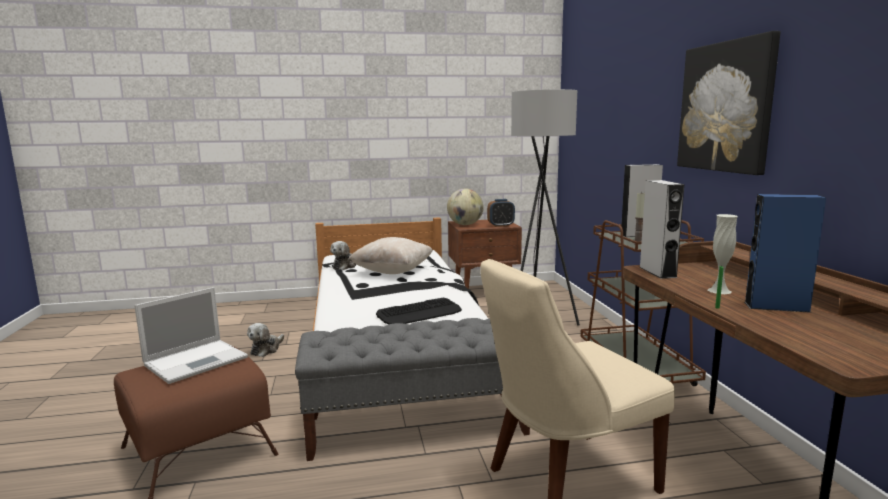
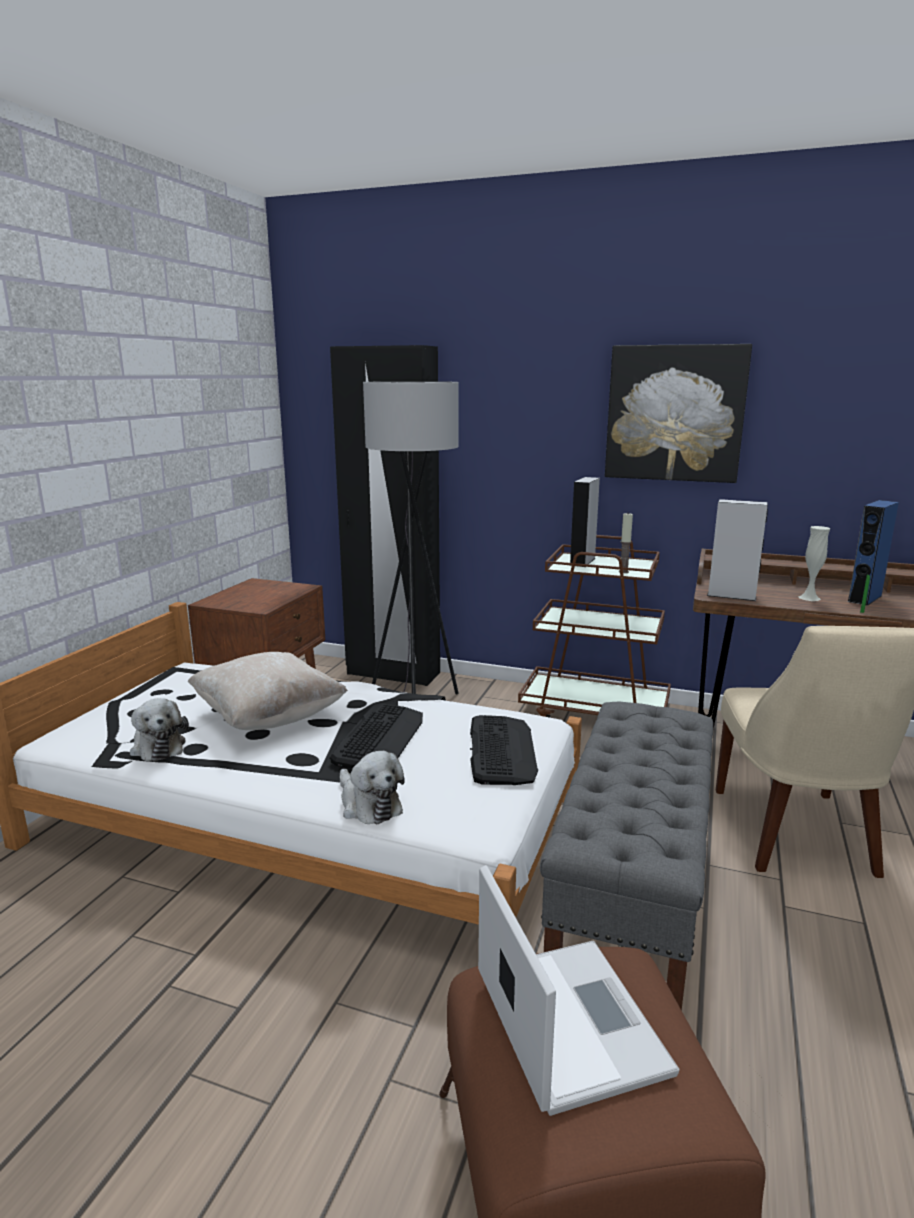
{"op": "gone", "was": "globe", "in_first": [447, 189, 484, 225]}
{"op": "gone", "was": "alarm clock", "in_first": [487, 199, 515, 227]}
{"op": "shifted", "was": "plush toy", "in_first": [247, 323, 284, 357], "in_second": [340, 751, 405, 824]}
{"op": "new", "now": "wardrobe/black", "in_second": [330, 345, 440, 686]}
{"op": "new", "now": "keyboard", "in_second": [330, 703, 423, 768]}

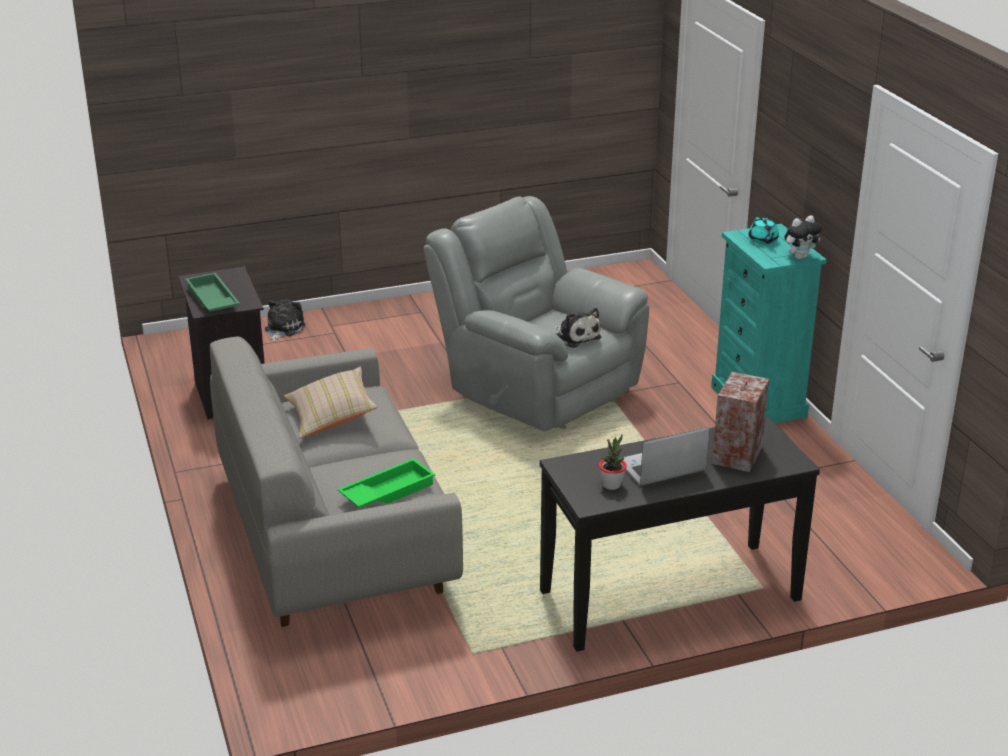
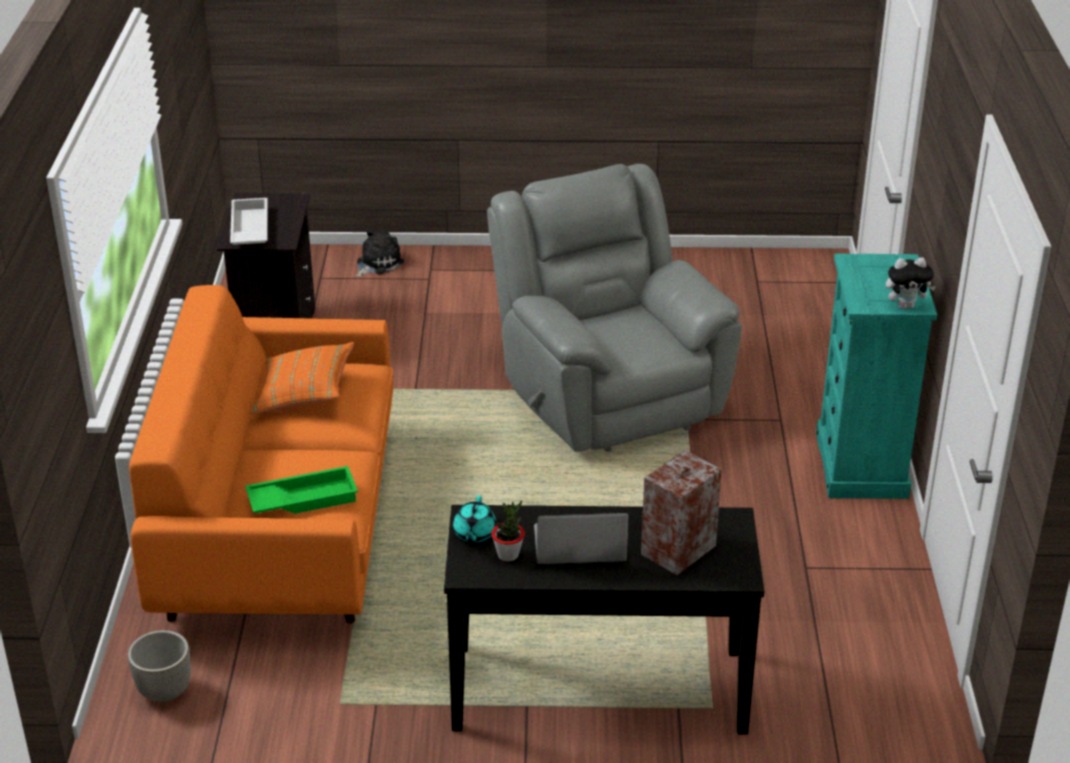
{"op": "shifted", "was": "teapot/turquoise", "in_first": [748, 217, 779, 244], "in_second": [453, 495, 497, 543]}
{"op": "repainted", "was": "tray/green", "now": "tray/white", "in_first": [185, 273, 240, 312], "in_second": [230, 198, 267, 245]}
{"op": "gone", "was": "plush toy", "in_first": [554, 308, 602, 348]}
{"op": "repainted", "was": "sofa/grey", "now": "sofa/orange", "in_first": [210, 336, 463, 627], "in_second": [129, 285, 393, 623]}
{"op": "repainted", "was": "pillow/beige", "now": "pillow/orange", "in_first": [284, 367, 378, 438], "in_second": [249, 342, 354, 415]}
{"op": "new", "now": "planter", "in_second": [128, 630, 191, 702]}

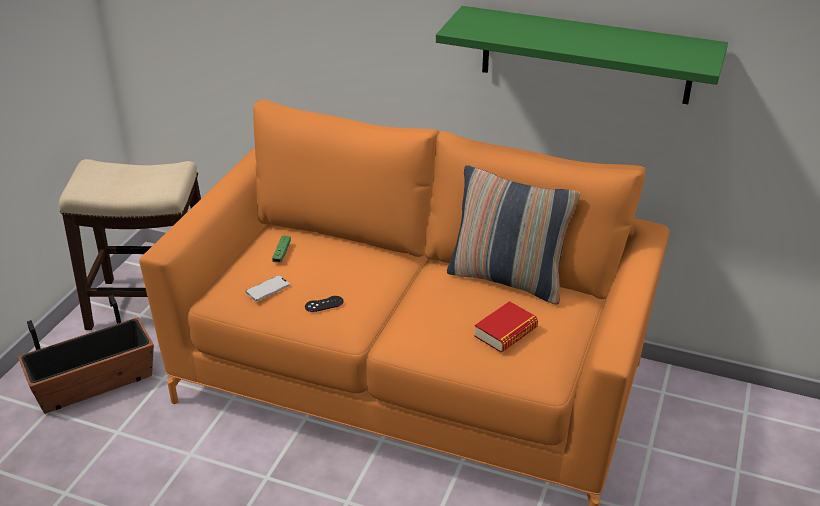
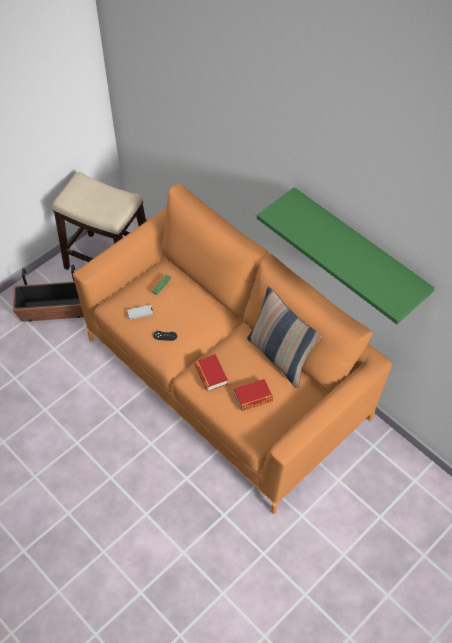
{"op": "new", "now": "book", "in_second": [195, 354, 228, 391]}

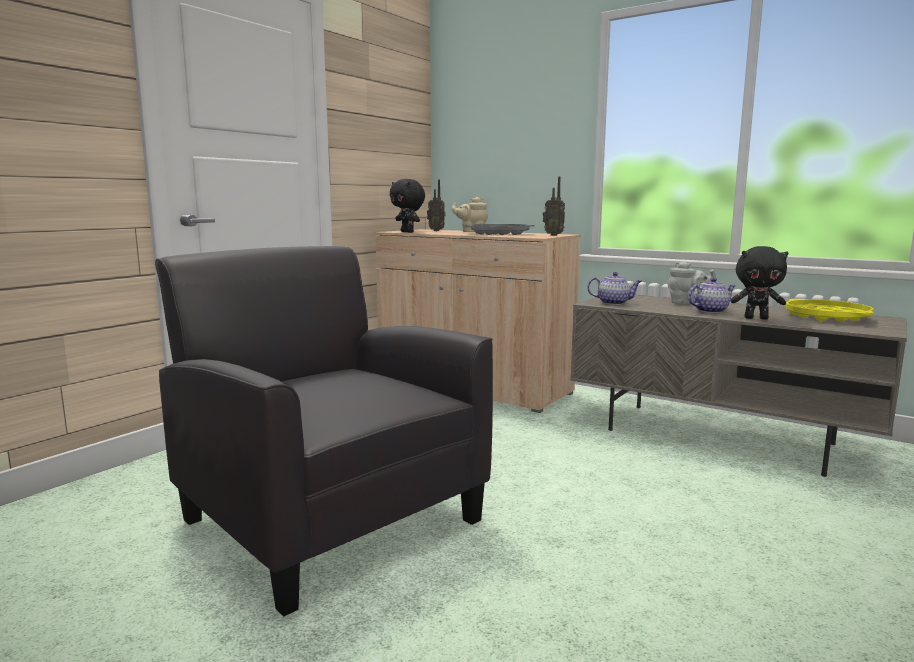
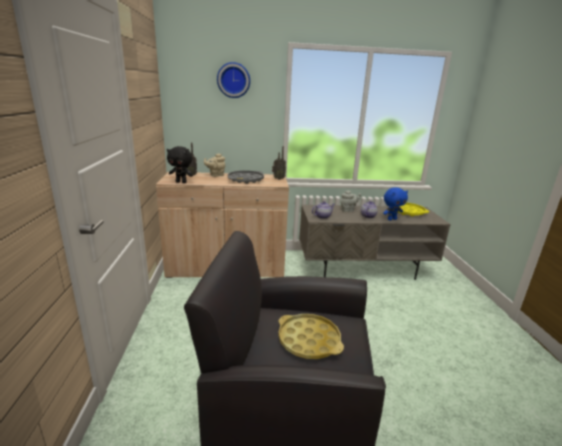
{"op": "repainted", "was": "plush toy/black", "now": "plush toy/blue", "in_first": [730, 246, 789, 319], "in_second": [383, 187, 408, 221]}
{"op": "new", "now": "wall clock", "in_second": [217, 62, 250, 98]}
{"op": "new", "now": "tray/yellow", "in_second": [278, 314, 344, 359]}

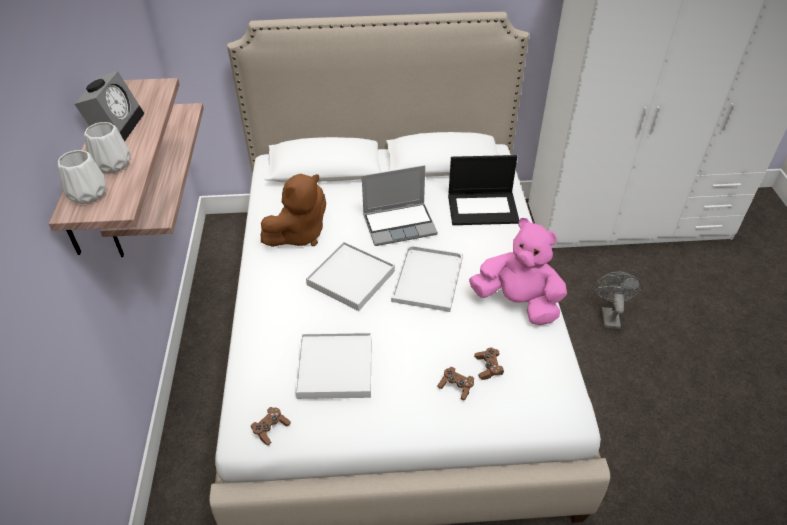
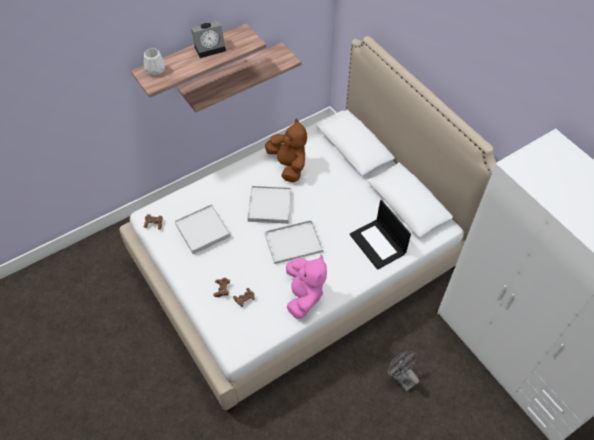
{"op": "gone", "was": "vase/white", "in_first": [84, 122, 130, 173]}
{"op": "gone", "was": "laptop", "in_first": [362, 165, 438, 246]}
{"op": "rotated", "was": "plush toy/brown", "in_first": [261, 174, 326, 247], "in_second": [265, 119, 307, 183], "clockwise": -135}
{"op": "rotated", "was": "fan/grey", "in_first": [593, 272, 642, 329], "in_second": [388, 351, 419, 392], "clockwise": -105}

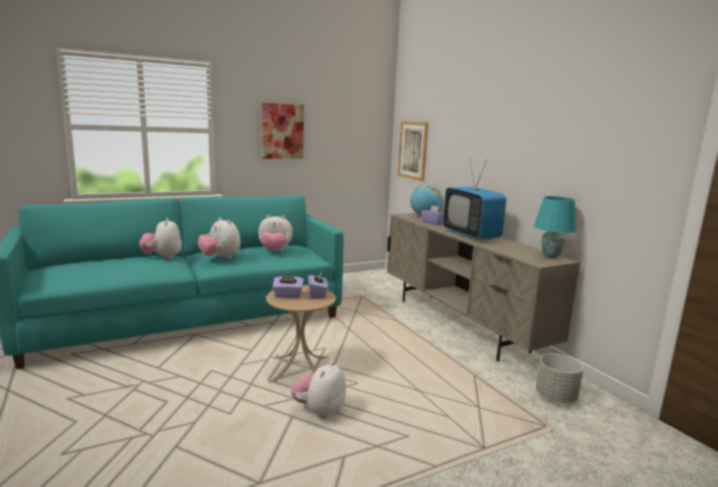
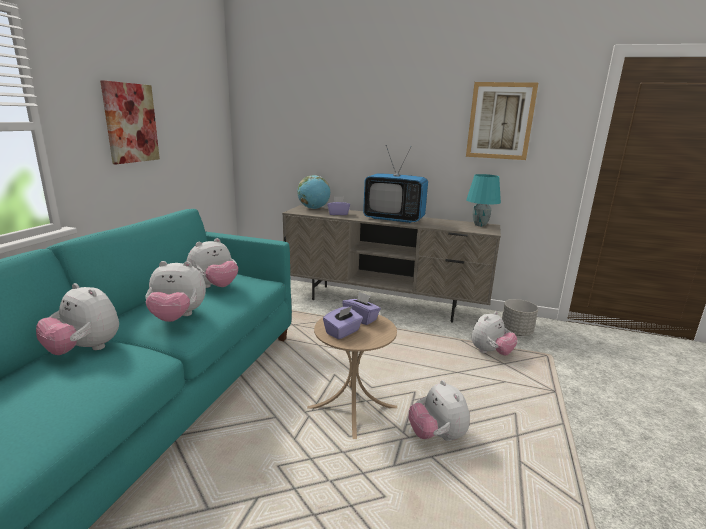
{"op": "shifted", "was": "picture", "in_first": [397, 121, 428, 181], "in_second": [466, 82, 538, 160]}
{"op": "new", "now": "plush toy", "in_second": [471, 311, 518, 356]}

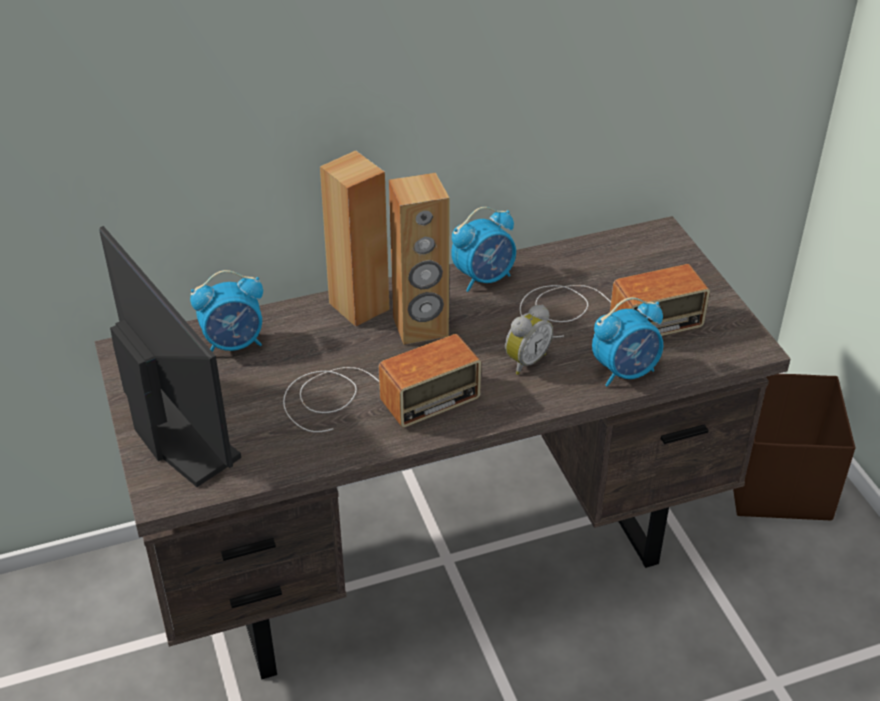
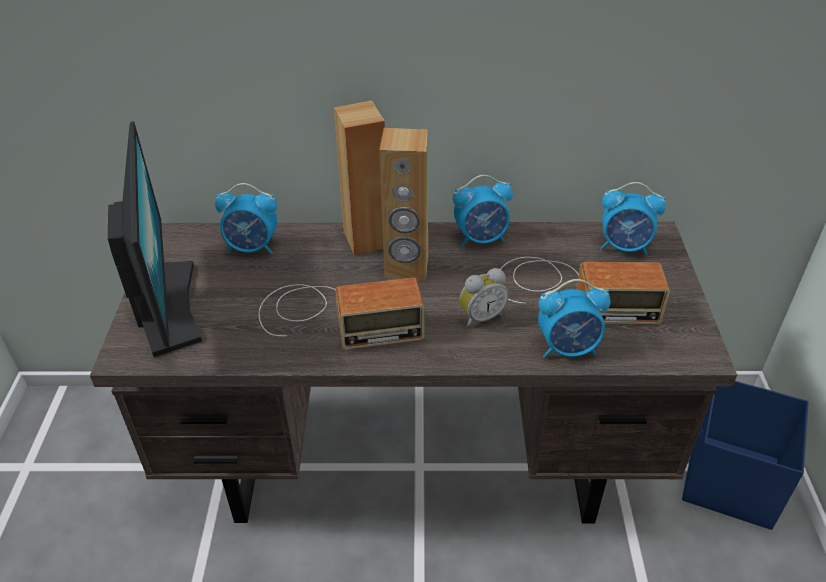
{"op": "repainted", "was": "storage box/brown", "now": "storage box/blue", "in_first": [733, 374, 855, 520], "in_second": [682, 381, 809, 530]}
{"op": "new", "now": "alarm clock", "in_second": [600, 182, 666, 256]}

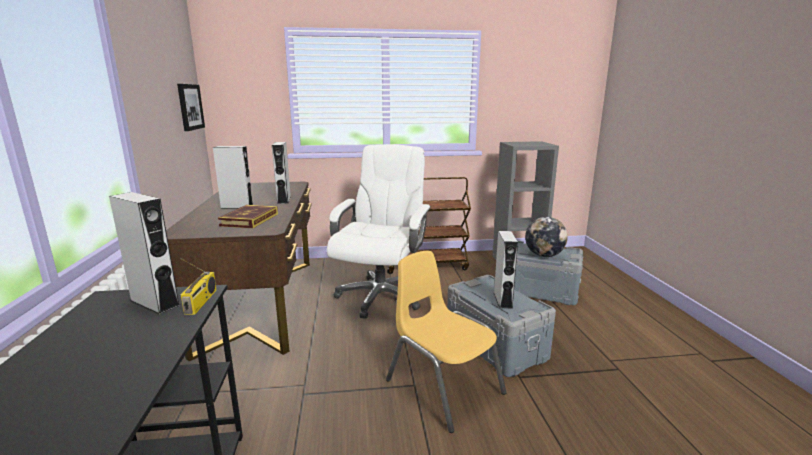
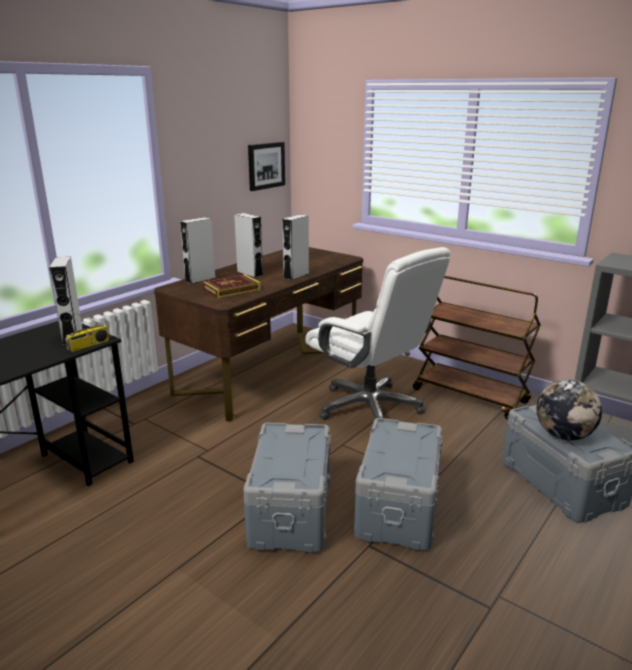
{"op": "rotated", "was": "office chair/white", "in_first": [327, 144, 431, 319], "in_second": [305, 247, 451, 420], "clockwise": 75}
{"op": "shifted", "was": "speaker/grey", "in_first": [494, 231, 518, 308], "in_second": [180, 217, 215, 284]}
{"op": "swapped", "was": "chair/yellow", "now": "storage box/grey", "in_first": [386, 251, 507, 433], "in_second": [243, 423, 331, 553]}

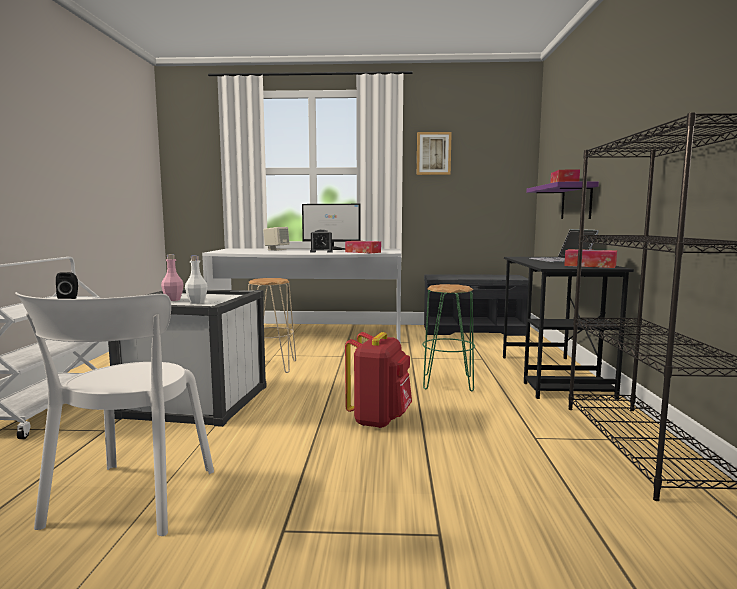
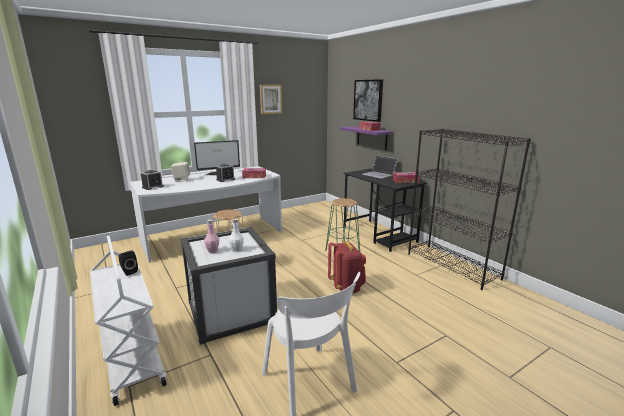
{"op": "gone", "was": "bench/grey", "in_first": [424, 274, 529, 336]}
{"op": "new", "now": "picture", "in_second": [353, 79, 383, 122]}
{"op": "new", "now": "alarm clock", "in_second": [141, 170, 164, 190]}

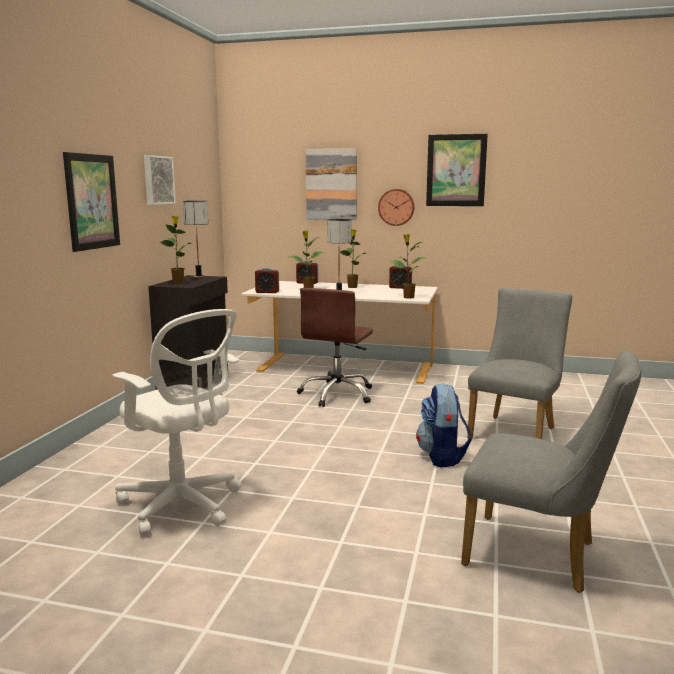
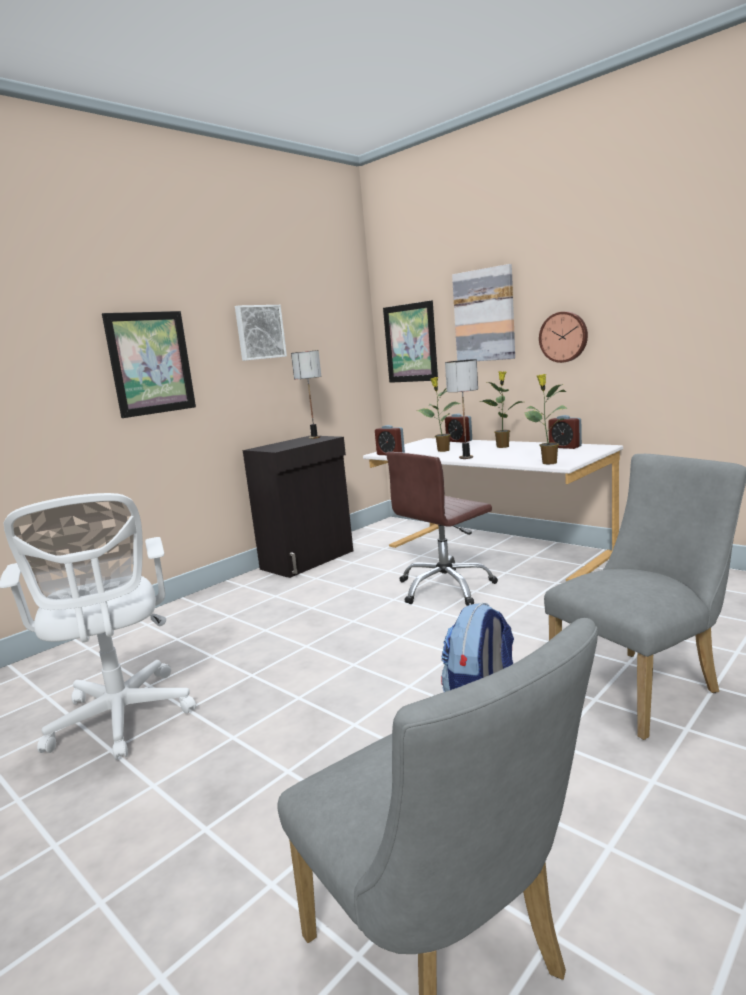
{"op": "shifted", "was": "picture", "in_first": [426, 134, 488, 206], "in_second": [383, 300, 438, 383]}
{"op": "gone", "was": "potted plant", "in_first": [161, 216, 192, 284]}

